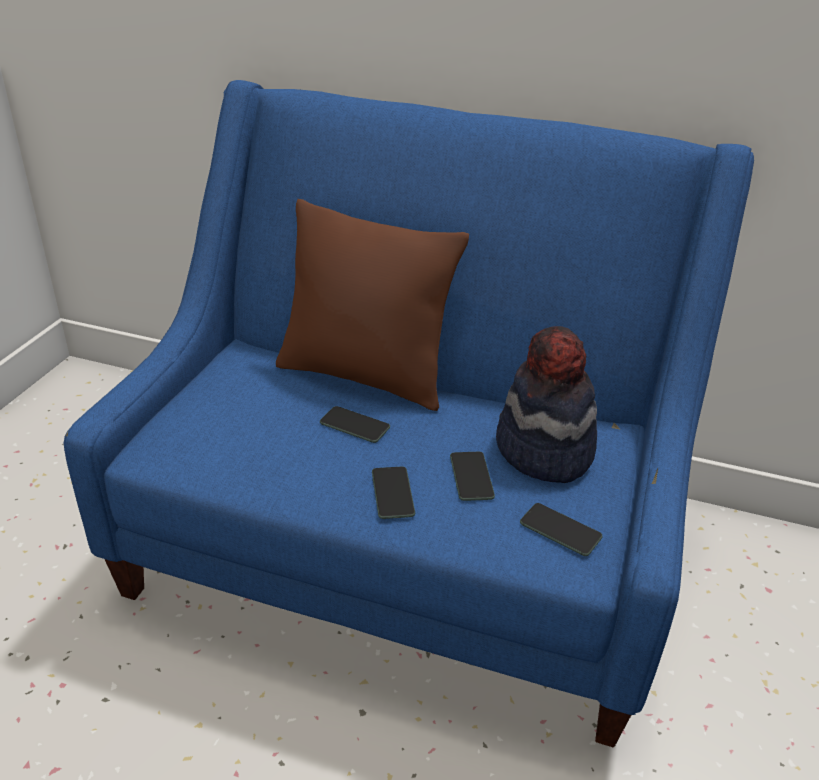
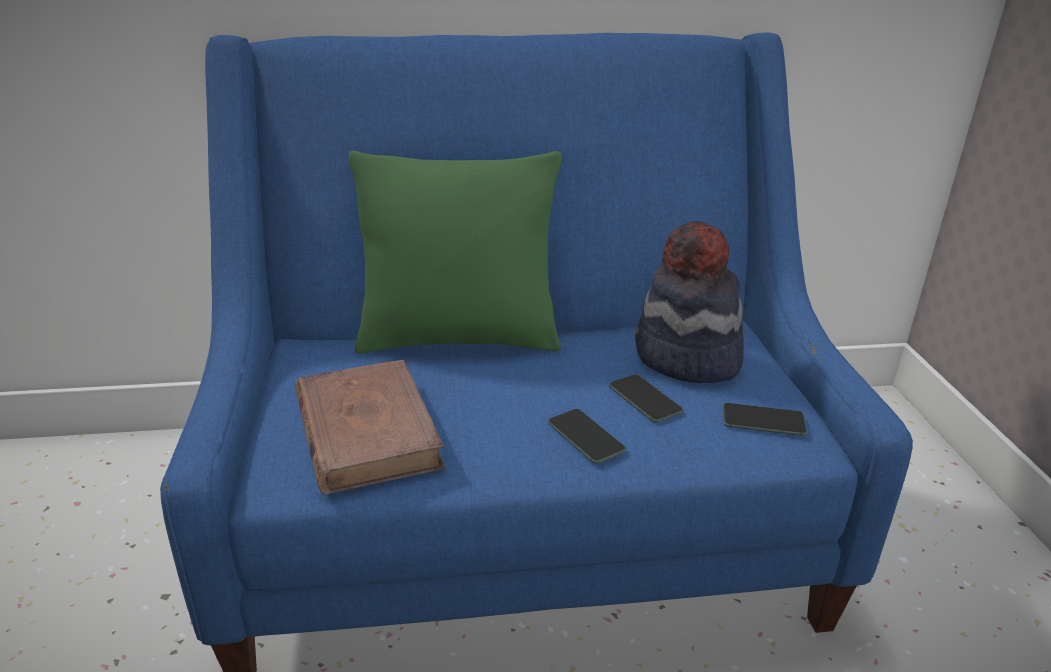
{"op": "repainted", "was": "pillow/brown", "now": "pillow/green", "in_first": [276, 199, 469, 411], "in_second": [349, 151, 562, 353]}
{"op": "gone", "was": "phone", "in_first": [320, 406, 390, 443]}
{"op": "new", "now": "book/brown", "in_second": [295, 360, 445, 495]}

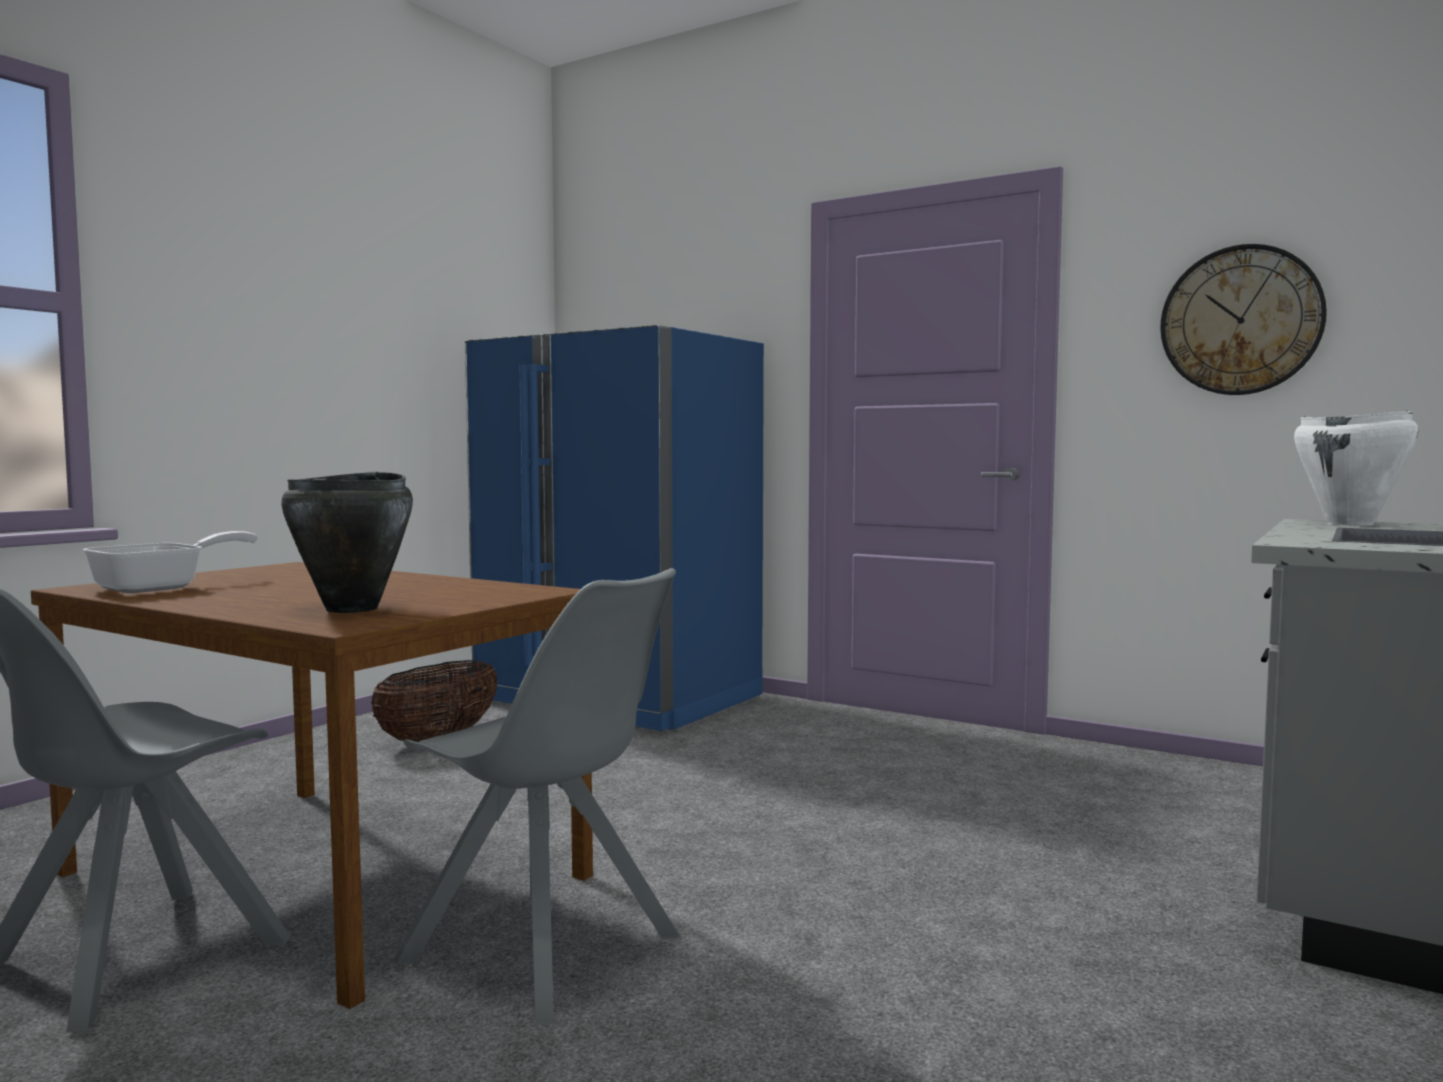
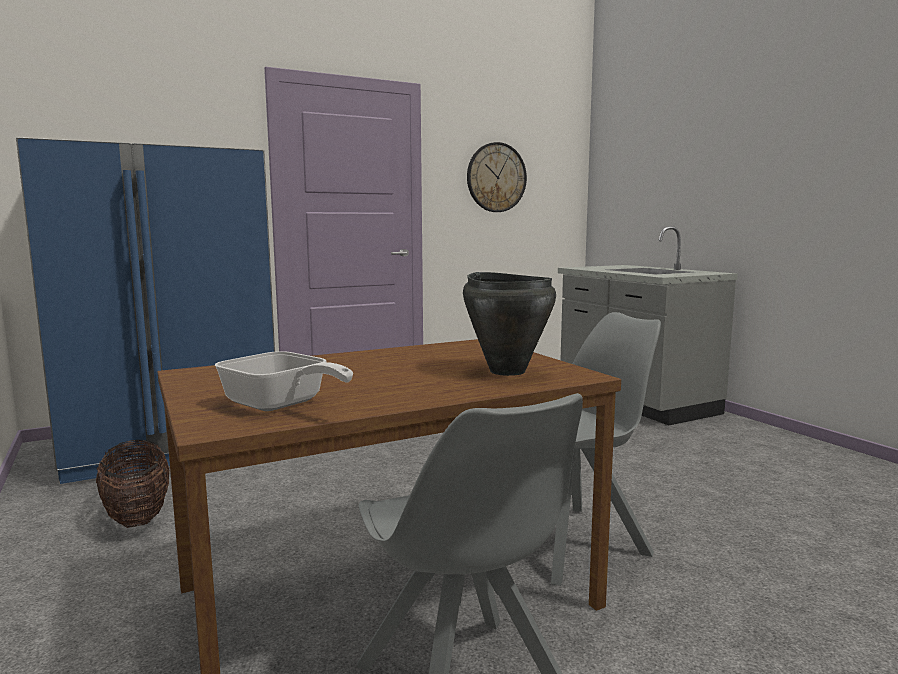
{"op": "gone", "was": "cooking pot/white", "in_first": [1294, 411, 1418, 526]}
{"op": "rotated", "was": "frying pan", "in_first": [83, 531, 258, 593], "in_second": [215, 351, 353, 411], "clockwise": 150}

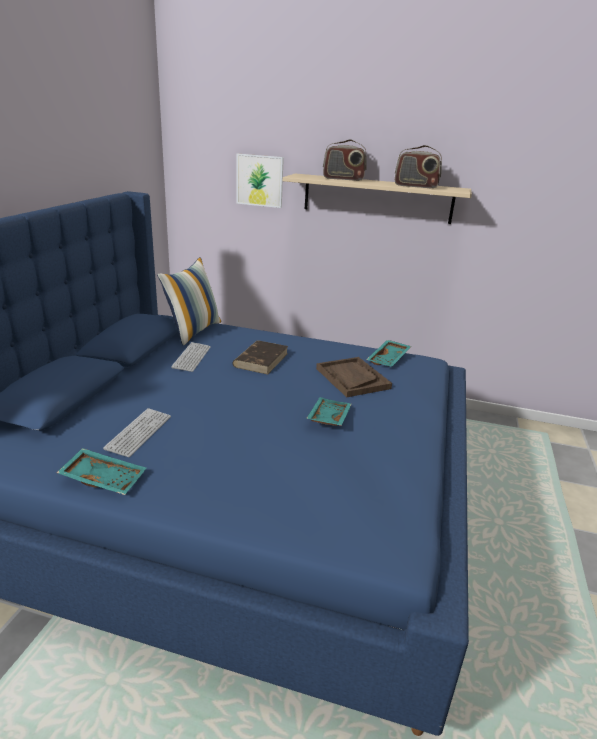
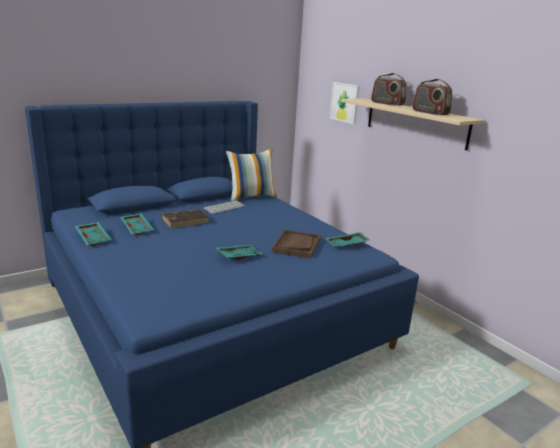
{"op": "shifted", "was": "book/brown", "in_first": [232, 340, 288, 375], "in_second": [161, 209, 209, 229]}
{"op": "swapped", "was": "keyboard", "now": "tray/turquoise", "in_first": [103, 408, 171, 457], "in_second": [120, 213, 154, 235]}

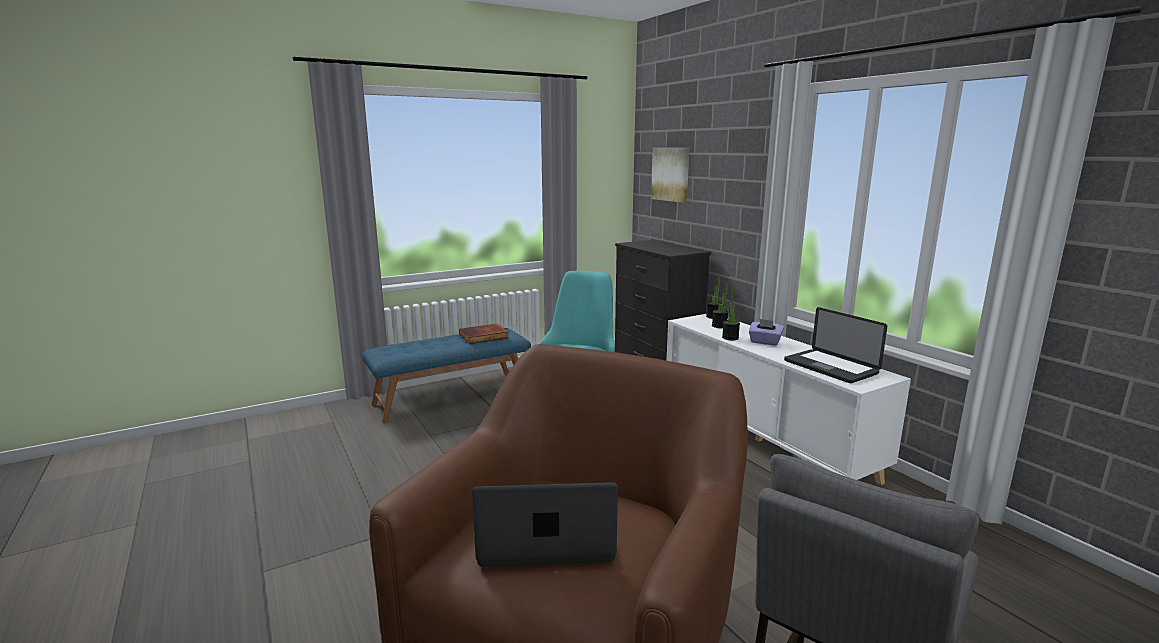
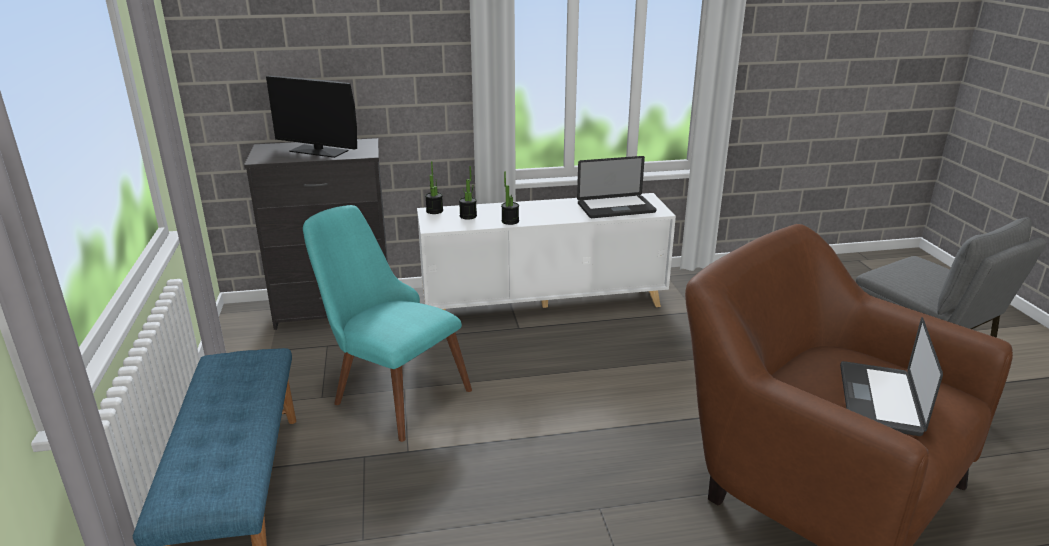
{"op": "gone", "was": "picture", "in_first": [651, 148, 689, 203]}
{"op": "gone", "was": "tissue box/purple", "in_first": [749, 319, 784, 346]}
{"op": "gone", "was": "book", "in_first": [459, 324, 509, 344]}
{"op": "new", "now": "monitor", "in_second": [266, 76, 357, 158]}

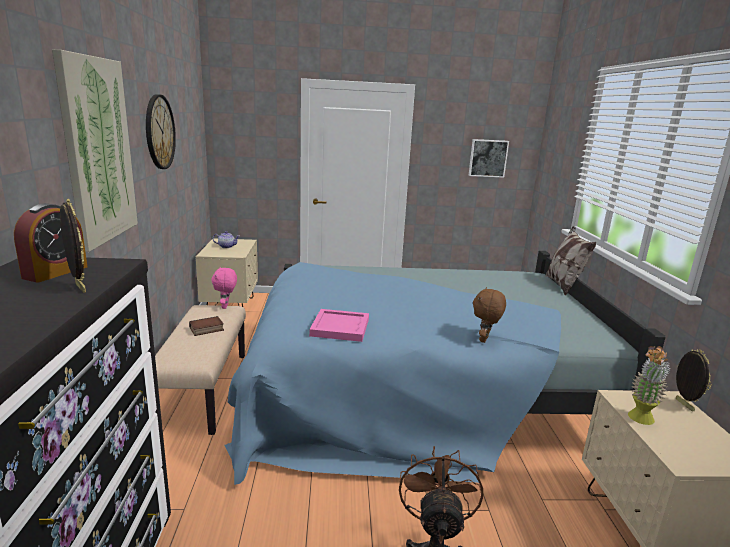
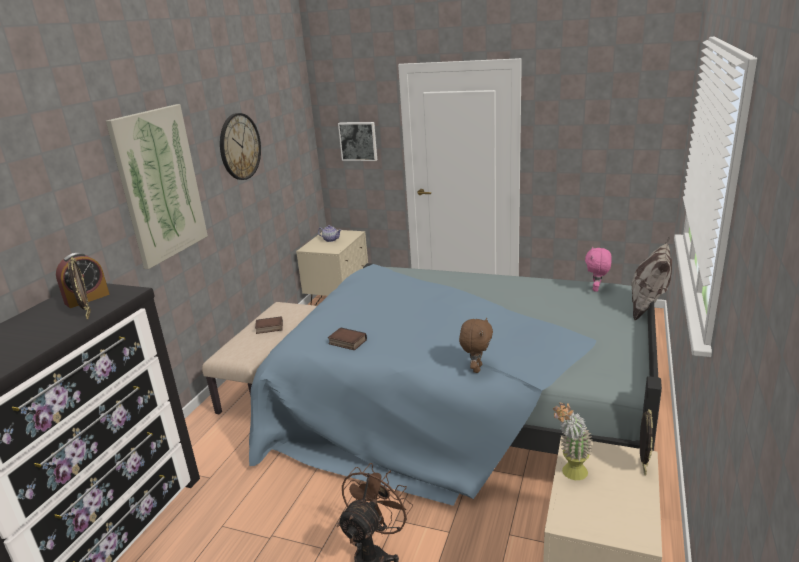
{"op": "shifted", "was": "picture", "in_first": [469, 139, 509, 178], "in_second": [338, 122, 377, 161]}
{"op": "shifted", "was": "plush toy/pink", "in_first": [211, 267, 237, 309], "in_second": [585, 247, 612, 292]}
{"op": "rotated", "was": "plush toy/brown", "in_first": [473, 287, 506, 343], "in_second": [459, 317, 493, 373], "clockwise": 150}
{"op": "swapped", "was": "tray/pink", "now": "book", "in_first": [309, 309, 369, 342], "in_second": [328, 327, 367, 351]}

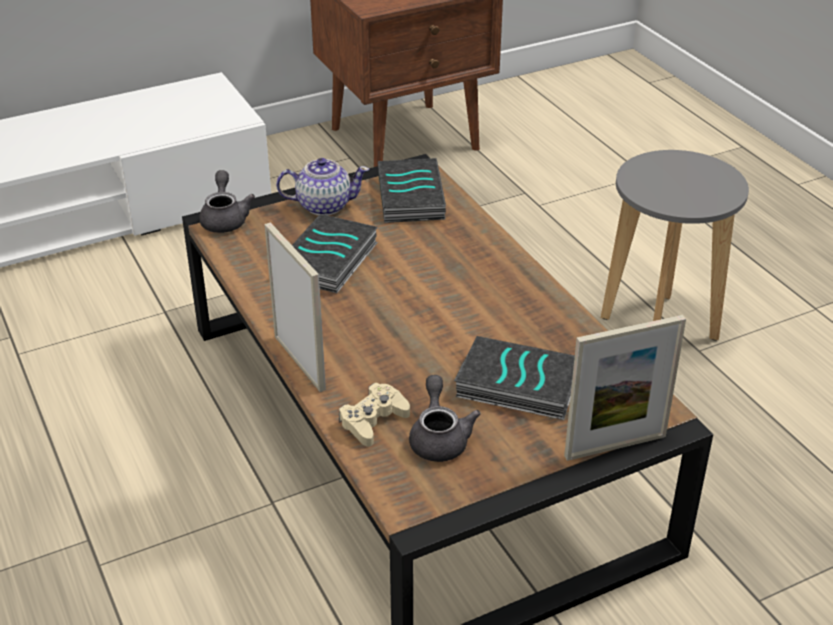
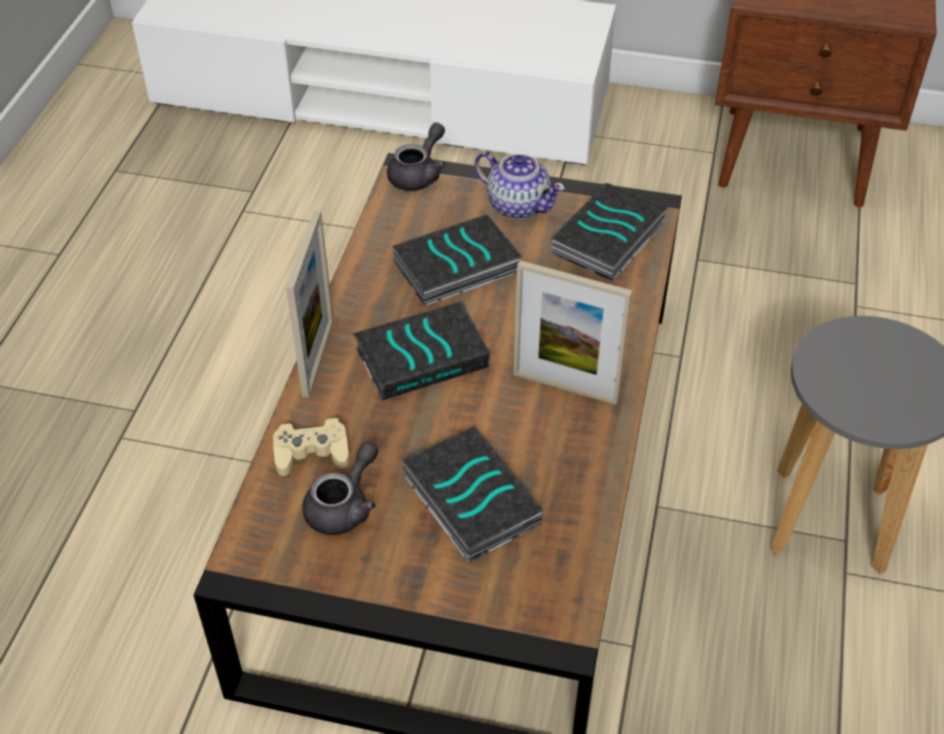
{"op": "shifted", "was": "picture frame", "in_first": [564, 315, 686, 461], "in_second": [513, 260, 633, 405]}
{"op": "new", "now": "book", "in_second": [353, 301, 490, 401]}

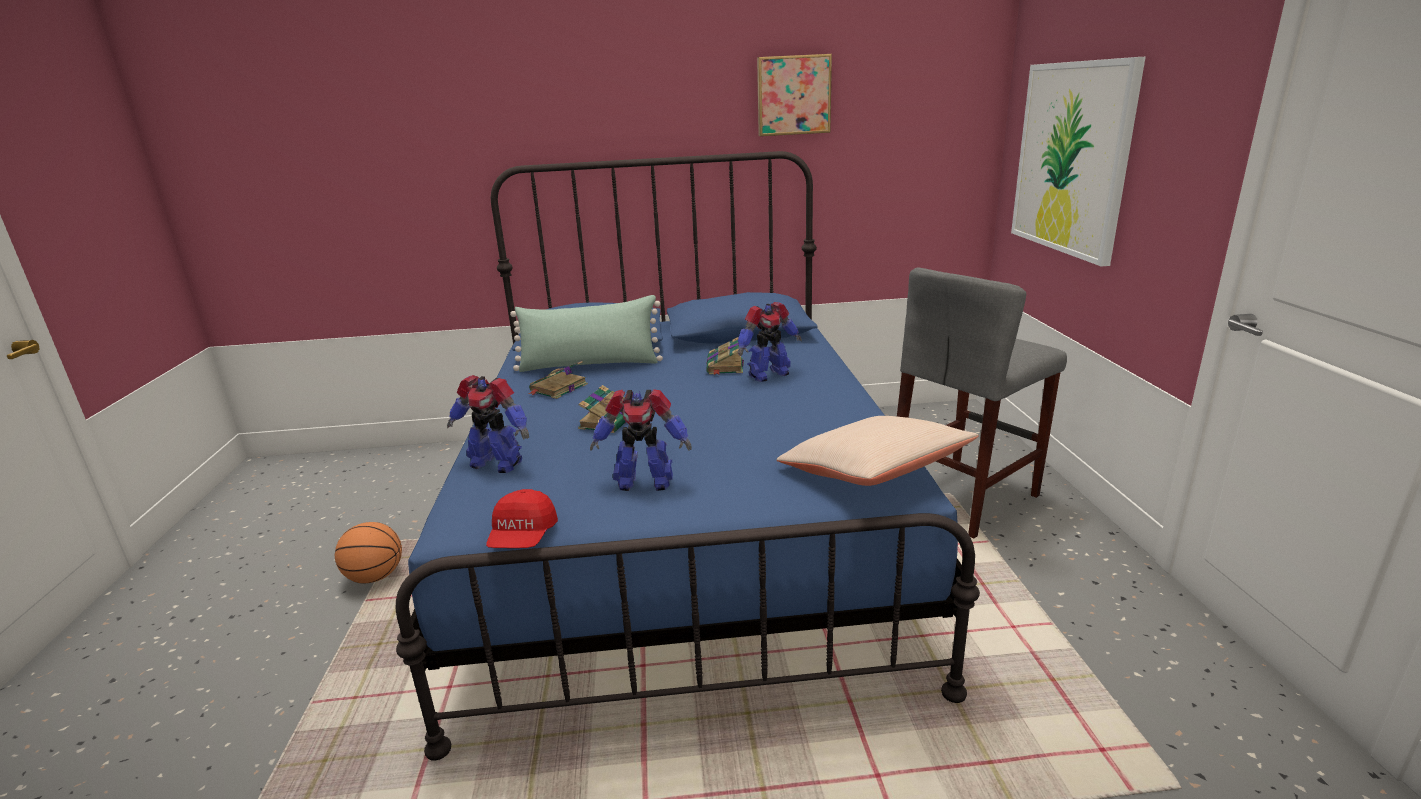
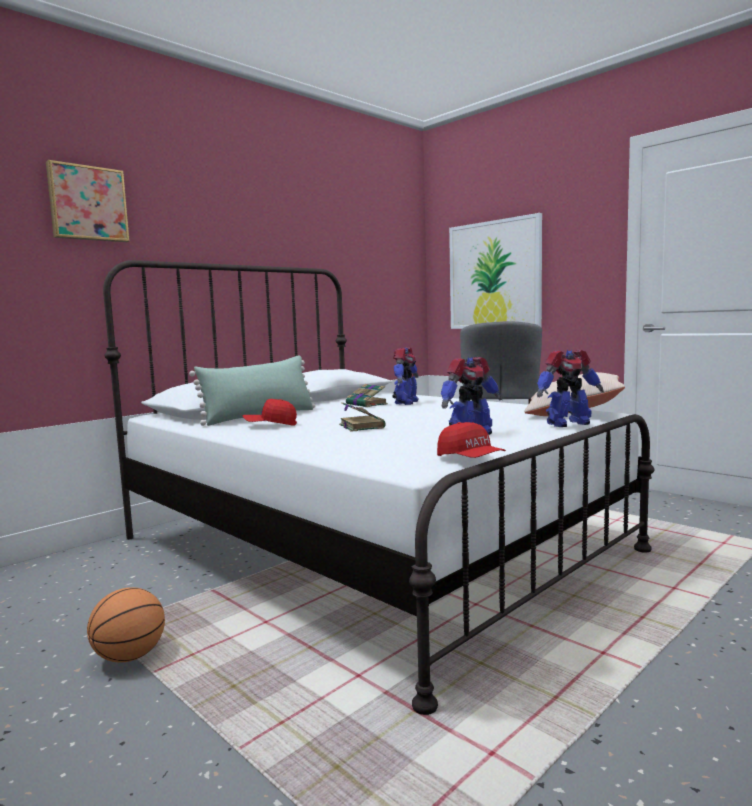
{"op": "shifted", "was": "picture", "in_first": [757, 54, 832, 136], "in_second": [46, 160, 129, 242]}
{"op": "repainted", "was": "bed/blue", "now": "bed/white", "in_first": [396, 151, 980, 760], "in_second": [103, 260, 655, 715]}
{"op": "swapped", "was": "book", "now": "cap/red", "in_first": [529, 361, 588, 399], "in_second": [243, 399, 297, 426]}
{"op": "shifted", "was": "toy robot", "in_first": [447, 375, 529, 473], "in_second": [537, 349, 604, 427]}

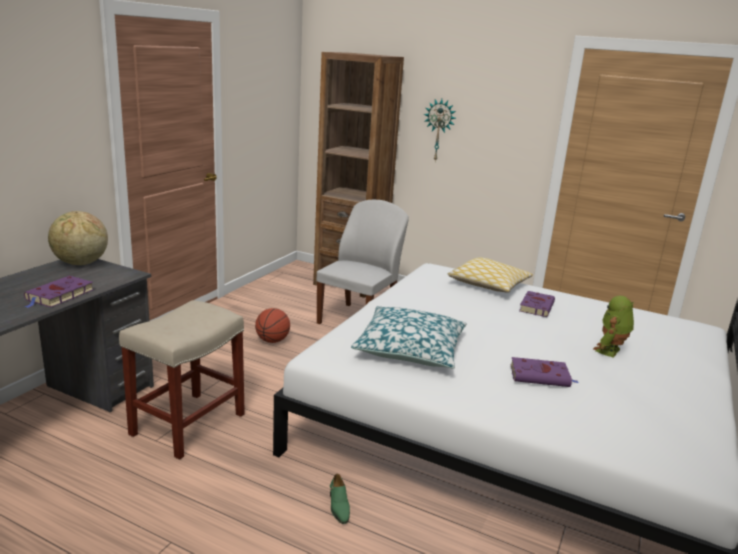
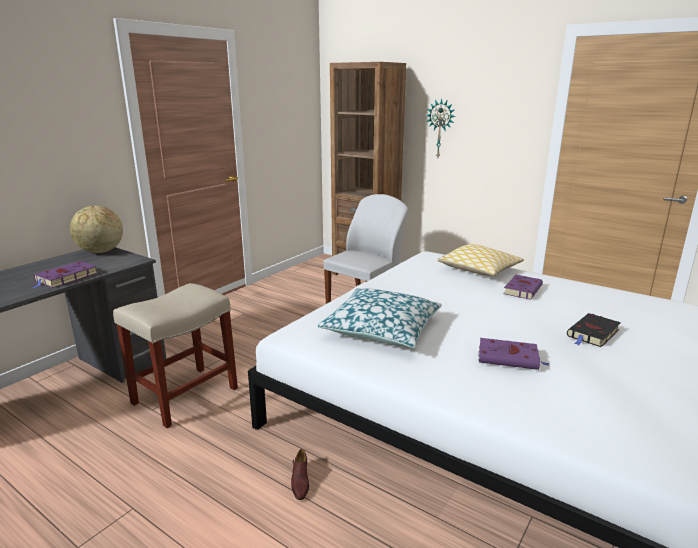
{"op": "swapped", "was": "toy robot", "now": "book/black", "in_first": [593, 296, 634, 358], "in_second": [567, 313, 621, 347]}
{"op": "gone", "was": "basketball", "in_first": [255, 308, 290, 343]}
{"op": "repainted", "was": "shoe/green", "now": "shoe/brown", "in_first": [330, 474, 350, 524], "in_second": [291, 449, 309, 500]}

